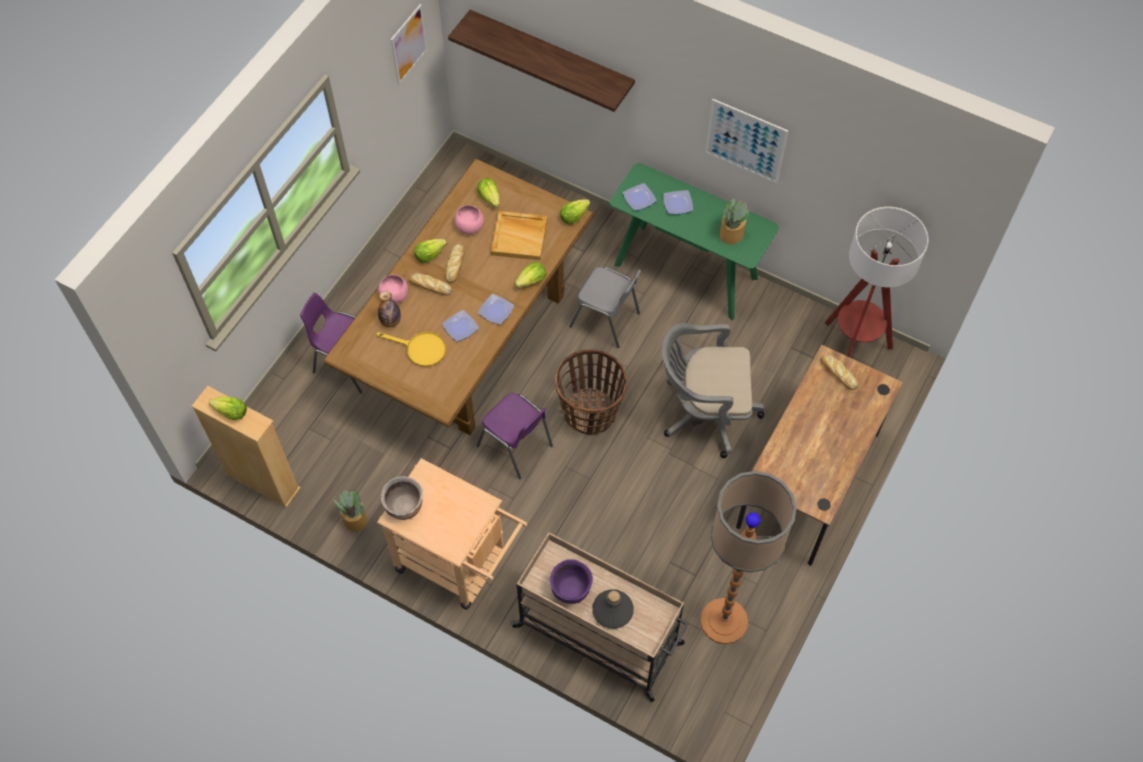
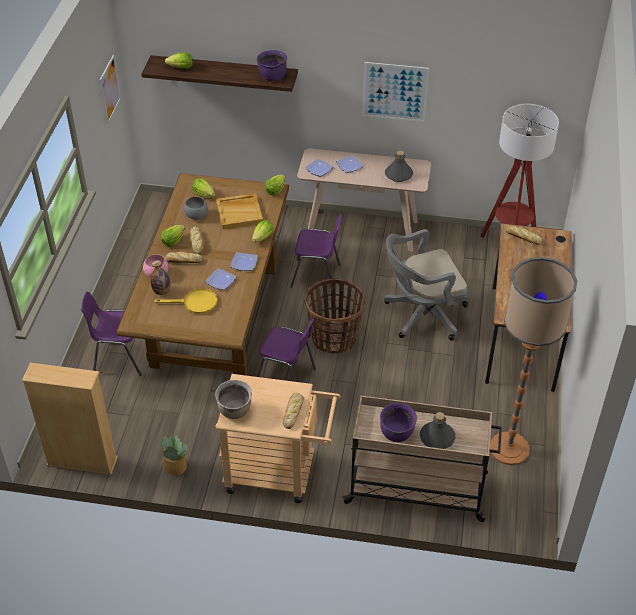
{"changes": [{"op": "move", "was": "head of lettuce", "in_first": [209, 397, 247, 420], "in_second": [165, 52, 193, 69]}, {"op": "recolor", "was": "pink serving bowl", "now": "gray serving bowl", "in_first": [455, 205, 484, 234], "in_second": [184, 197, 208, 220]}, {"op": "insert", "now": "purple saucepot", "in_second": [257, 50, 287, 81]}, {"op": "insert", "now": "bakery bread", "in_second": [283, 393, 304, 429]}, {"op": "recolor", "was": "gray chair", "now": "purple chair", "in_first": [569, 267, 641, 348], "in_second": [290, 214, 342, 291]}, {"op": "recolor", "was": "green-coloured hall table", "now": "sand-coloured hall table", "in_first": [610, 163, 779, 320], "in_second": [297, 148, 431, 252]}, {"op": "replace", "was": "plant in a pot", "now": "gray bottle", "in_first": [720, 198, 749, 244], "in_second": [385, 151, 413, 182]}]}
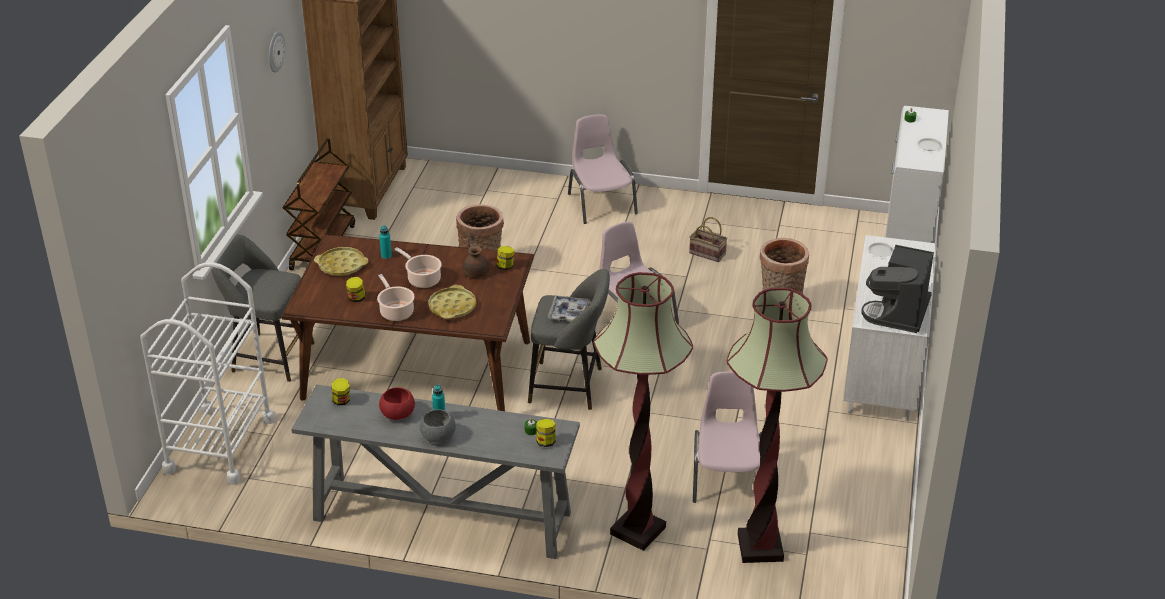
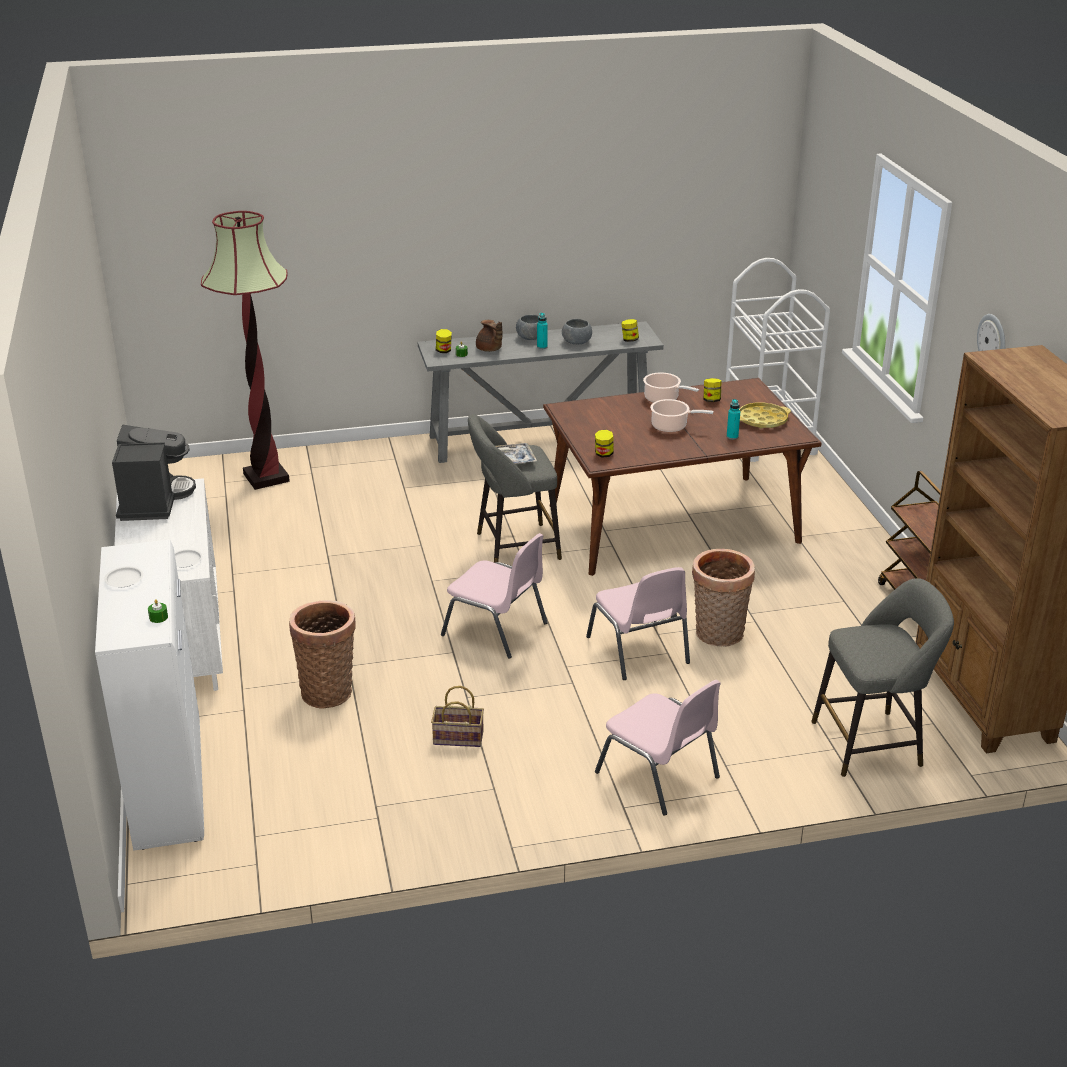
{"changes": [{"op": "move", "was": "brown-coloured pot for tea", "in_first": [463, 232, 489, 278], "in_second": [476, 320, 502, 352]}, {"op": "recolor", "was": "red-coloured serving bowl", "now": "gray serving bowl", "in_first": [379, 387, 415, 420], "in_second": [562, 319, 592, 344]}, {"op": "move", "was": "pink chair", "in_first": [693, 371, 762, 503], "in_second": [586, 567, 690, 680]}, {"op": "move", "was": "gray stool", "in_first": [211, 235, 314, 382], "in_second": [811, 578, 954, 777]}, {"op": "delete", "was": "yellow carrying tray", "in_first": [428, 285, 476, 319]}, {"op": "delete", "was": "standard lamp", "in_first": [593, 272, 693, 551]}]}
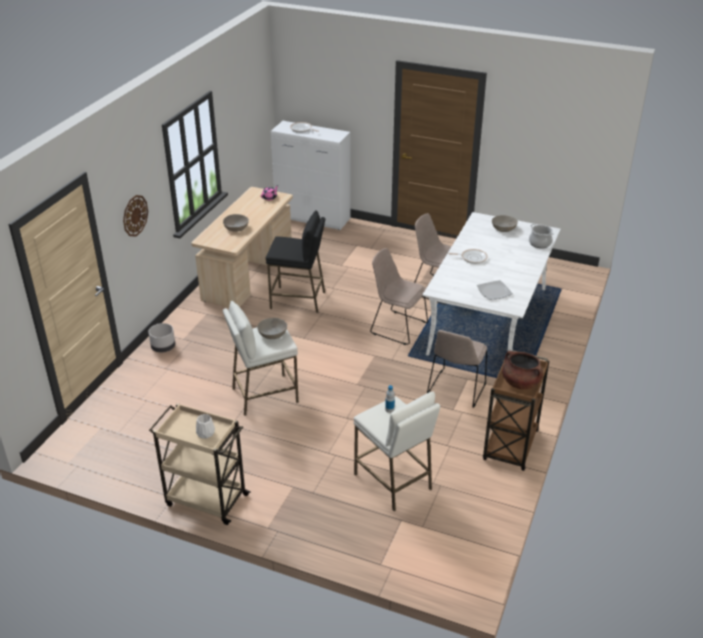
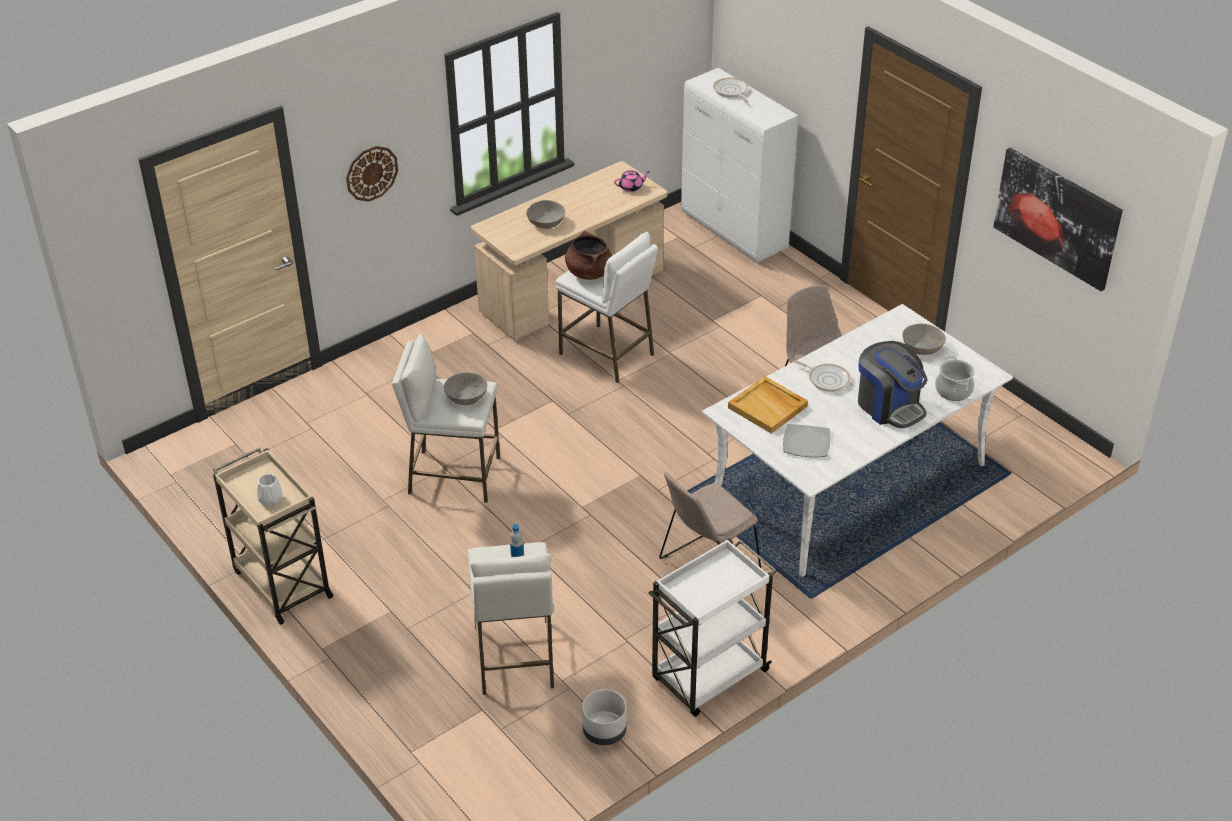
{"changes": [{"op": "recolor", "was": "black stool", "now": "white stool", "in_first": [266, 210, 325, 313], "in_second": [556, 232, 658, 383]}, {"op": "move", "was": "brown-coloured saucepot", "in_first": [502, 351, 543, 389], "in_second": [565, 231, 612, 280]}, {"op": "move", "was": "gray flower pot", "in_first": [148, 323, 175, 352], "in_second": [582, 689, 627, 745]}, {"op": "recolor", "was": "brown-coloured wheeled cart", "now": "white wheeled cart", "in_first": [483, 350, 549, 471], "in_second": [649, 538, 777, 717]}, {"op": "insert", "now": "sand-coloured carrying tray", "in_second": [728, 376, 808, 434]}, {"op": "insert", "now": "coffee brewer", "in_second": [858, 341, 928, 429]}, {"op": "insert", "now": "picture", "in_second": [993, 148, 1123, 291]}, {"op": "delete", "was": "sand-coloured chair", "in_first": [370, 248, 428, 345]}]}
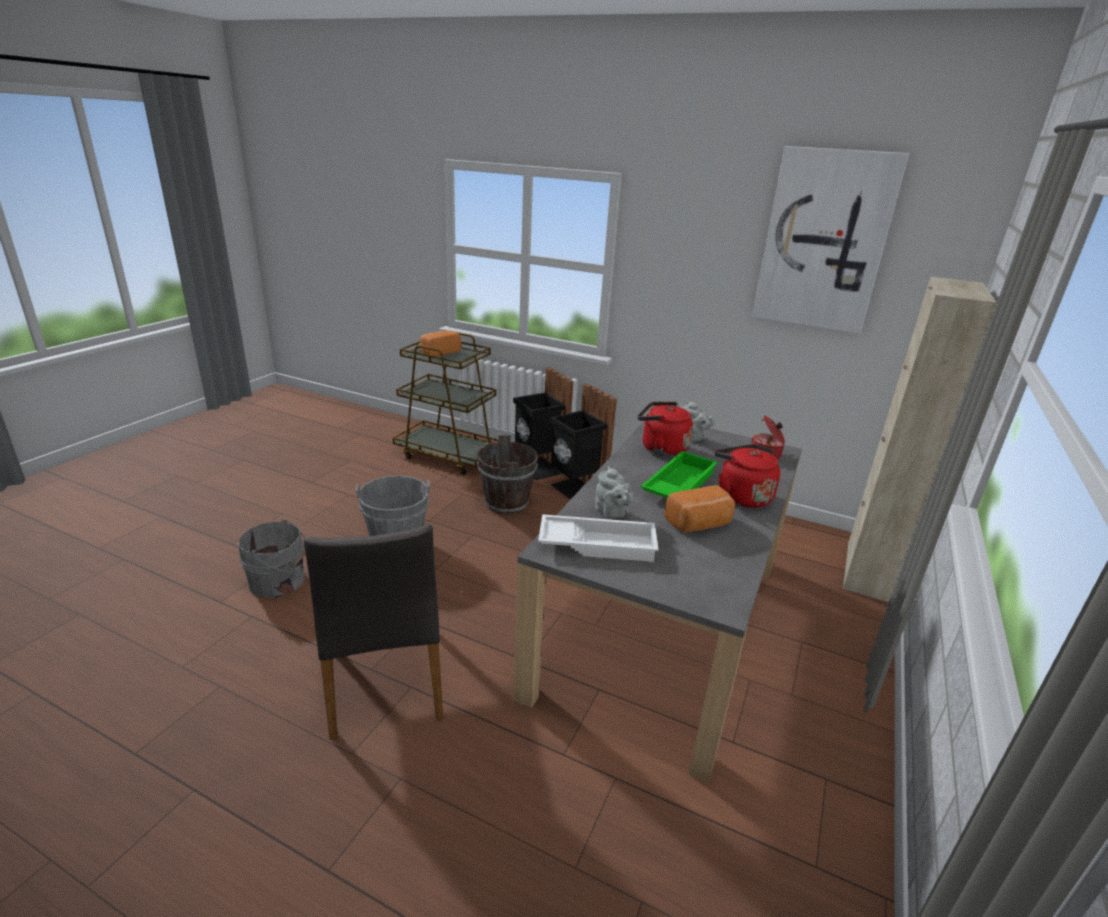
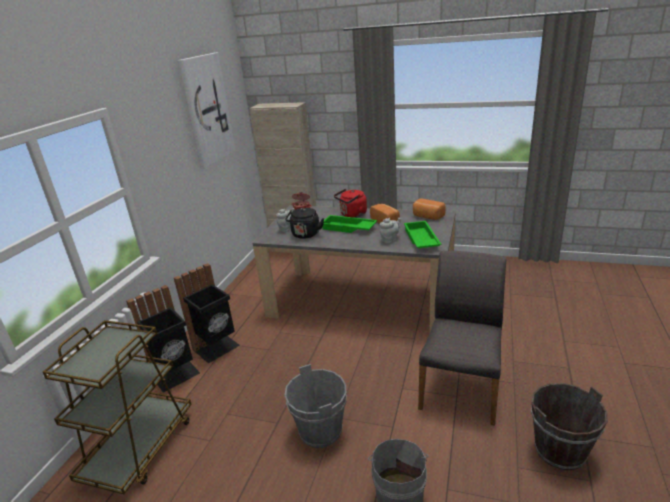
{"changes": [{"op": "recolor", "was": "red-coloured kettle", "now": "black kettle", "in_first": [638, 402, 693, 456], "in_second": [285, 208, 324, 239]}, {"op": "recolor", "was": "white carrying tray", "now": "green-coloured carrying tray", "in_first": [538, 514, 658, 562], "in_second": [404, 221, 441, 248]}, {"op": "move", "was": "bakery bread", "in_first": [420, 330, 461, 356], "in_second": [413, 198, 446, 220]}, {"op": "rotate", "was": "gray chair", "in_first": [304, 524, 443, 740], "in_second": [418, 251, 506, 426], "clockwise": -45}, {"op": "move", "was": "brown-coloured pail", "in_first": [477, 435, 538, 514], "in_second": [531, 383, 608, 470]}]}
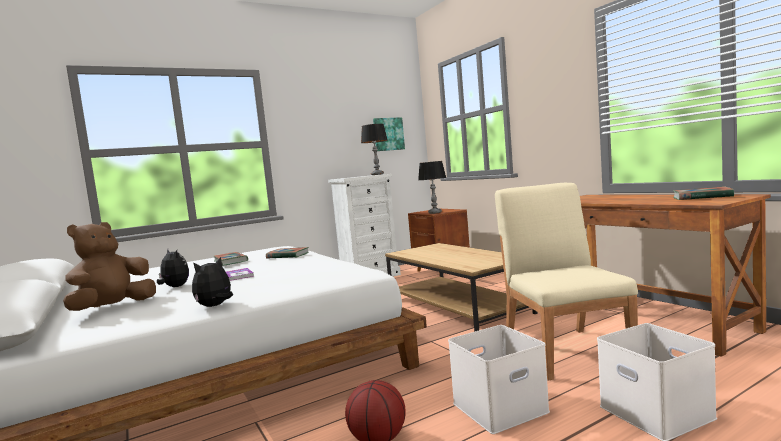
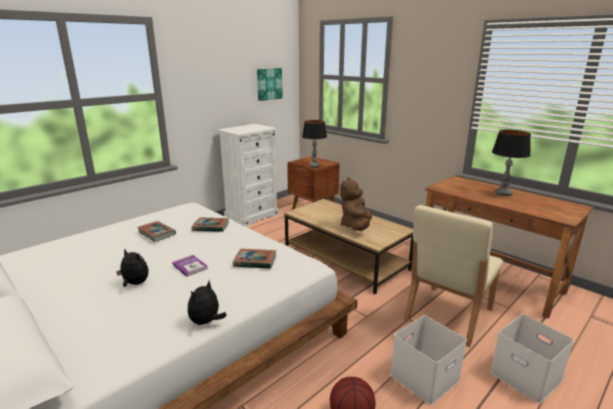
{"changes": [{"op": "move", "was": "volume", "in_first": [673, 186, 734, 200], "in_second": [233, 249, 276, 269]}, {"op": "move", "was": "brown-coloured plush toy", "in_first": [63, 222, 156, 311], "in_second": [340, 177, 372, 231]}, {"op": "rotate", "was": "sand-coloured chair", "in_first": [495, 183, 638, 381], "in_second": [404, 205, 503, 347], "clockwise": -120}, {"op": "move", "was": "lamp for a table", "in_first": [361, 124, 388, 175], "in_second": [492, 130, 531, 196]}]}
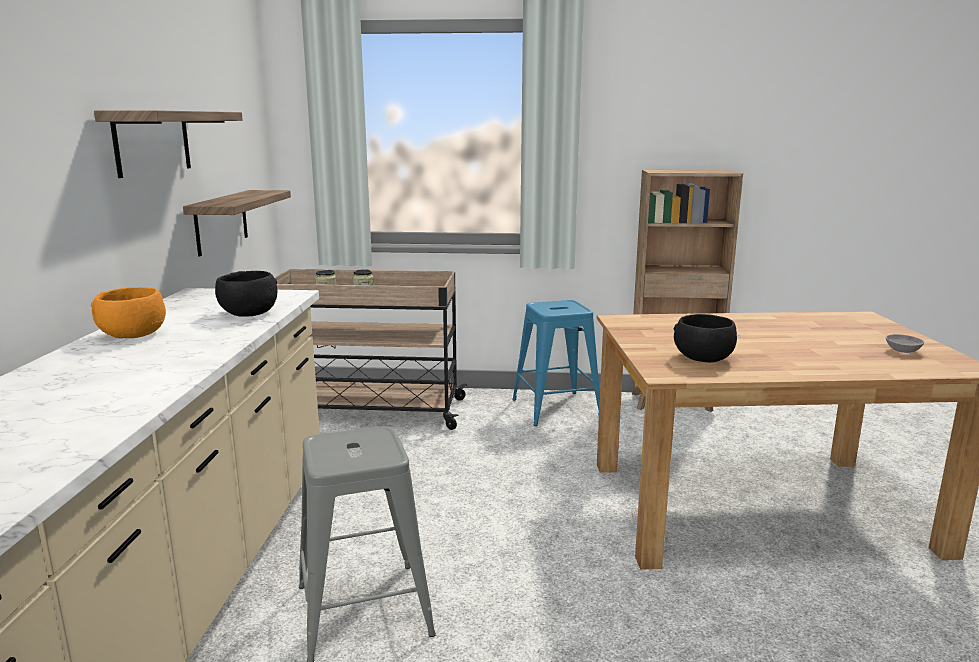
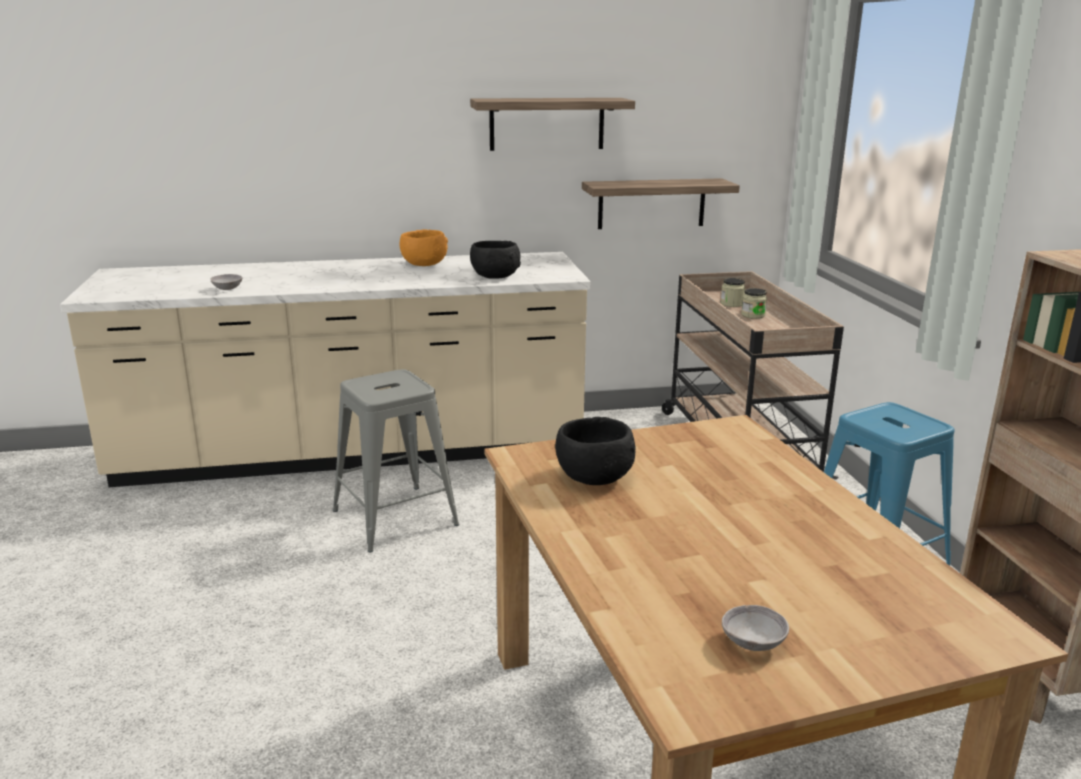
{"changes": [{"op": "insert", "now": "gray serving bowl", "in_second": [210, 274, 243, 290]}]}
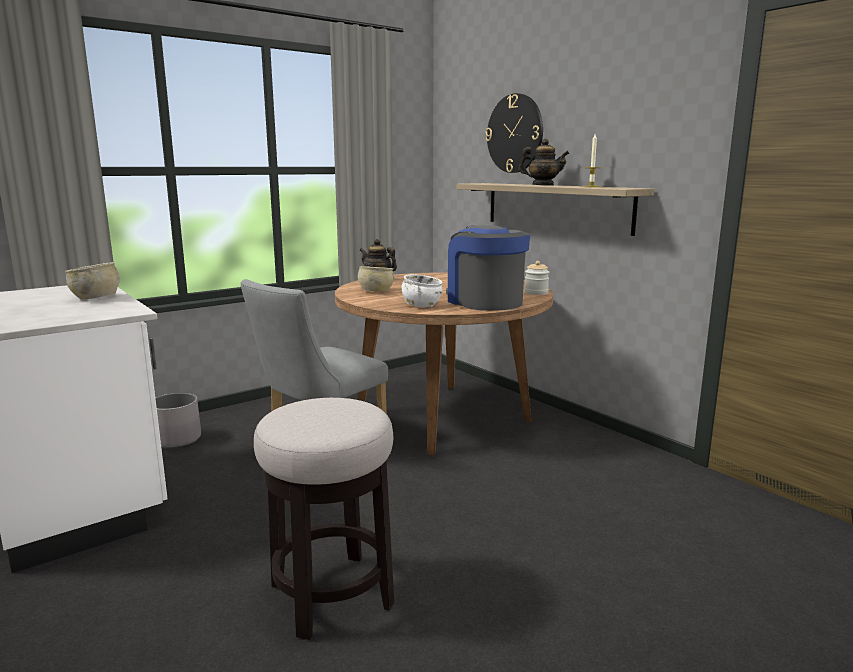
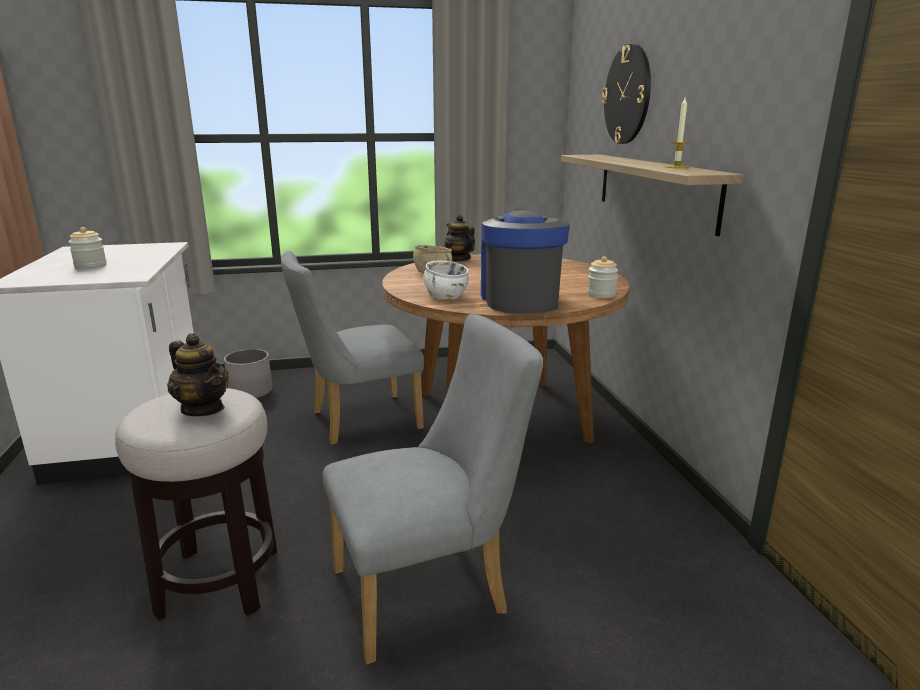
{"changes": [{"op": "insert", "now": "jar", "in_second": [69, 227, 107, 270]}, {"op": "move", "was": "pot for tea", "in_first": [519, 139, 570, 185], "in_second": [167, 333, 229, 416]}, {"op": "insert", "now": "gray chair", "in_second": [323, 314, 543, 664]}, {"op": "delete", "was": "sand-coloured serving bowl", "in_first": [65, 262, 120, 299]}]}
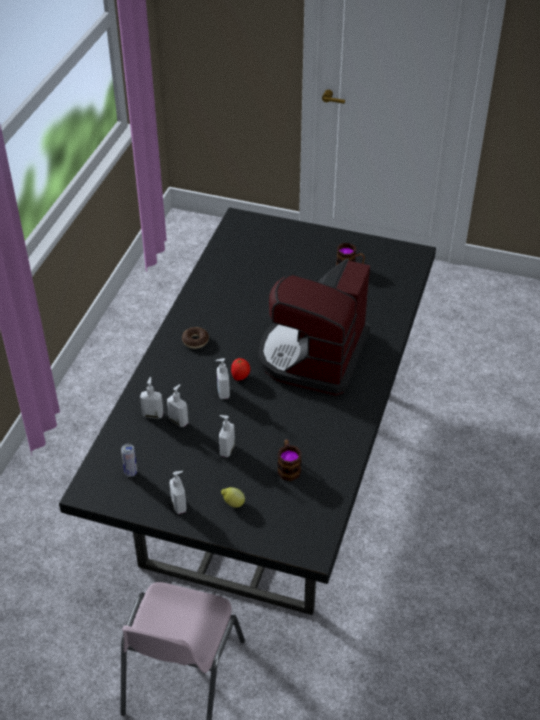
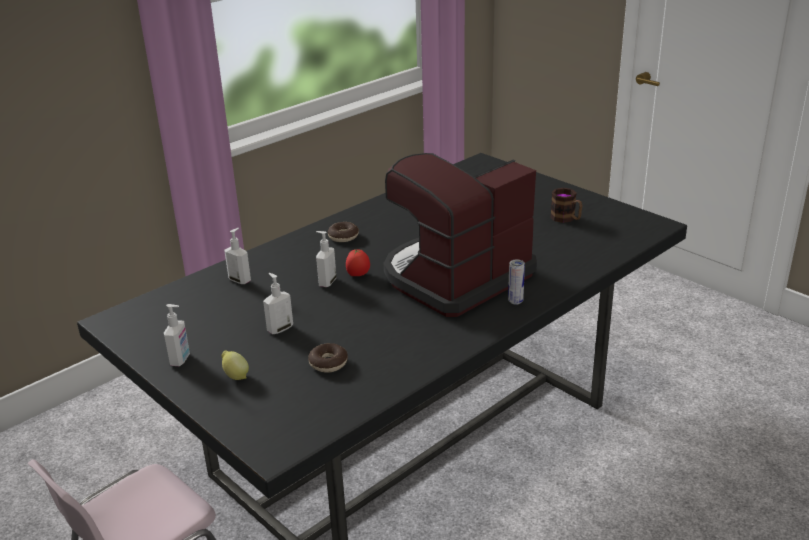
{"changes": [{"op": "replace", "was": "mug", "now": "ring doughnut", "in_first": [277, 439, 302, 481], "in_second": [308, 343, 348, 373]}, {"op": "move", "was": "metal can", "in_first": [121, 444, 137, 477], "in_second": [508, 259, 525, 305]}, {"op": "delete", "was": "liquid soap bottle", "in_first": [167, 384, 188, 427]}]}
